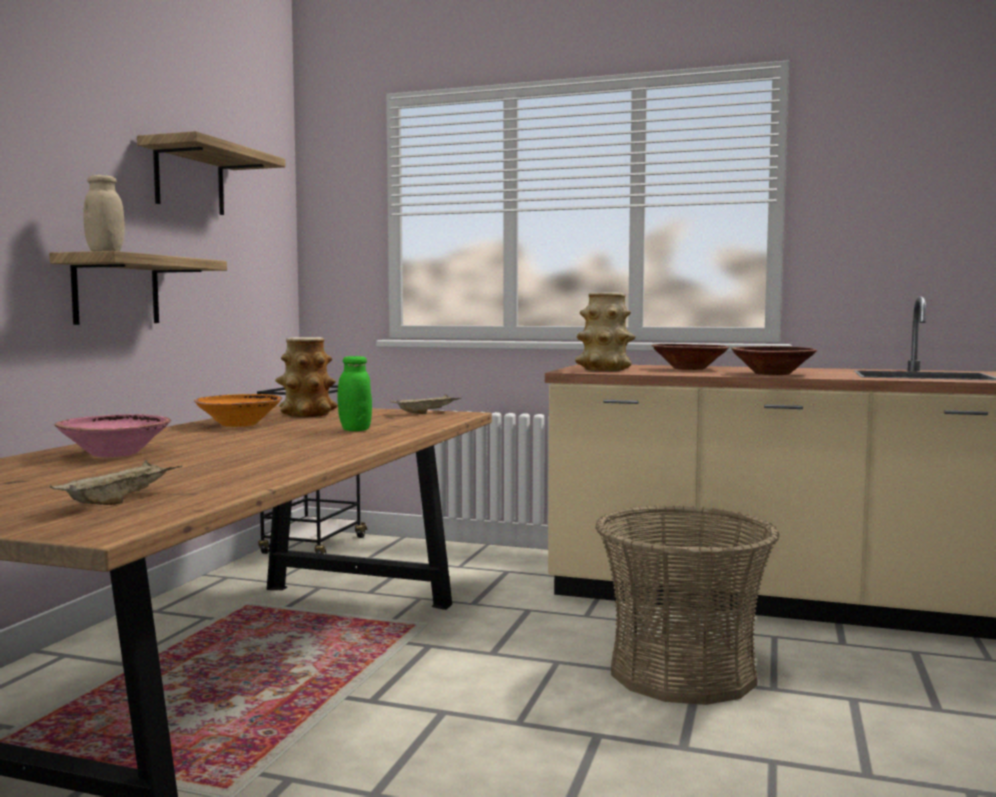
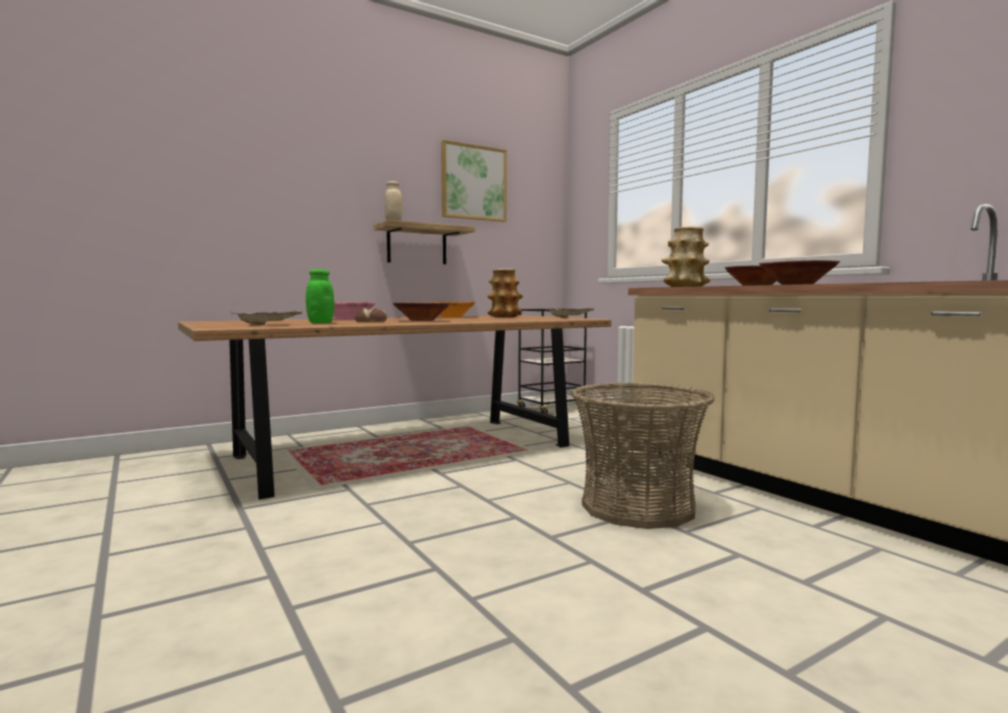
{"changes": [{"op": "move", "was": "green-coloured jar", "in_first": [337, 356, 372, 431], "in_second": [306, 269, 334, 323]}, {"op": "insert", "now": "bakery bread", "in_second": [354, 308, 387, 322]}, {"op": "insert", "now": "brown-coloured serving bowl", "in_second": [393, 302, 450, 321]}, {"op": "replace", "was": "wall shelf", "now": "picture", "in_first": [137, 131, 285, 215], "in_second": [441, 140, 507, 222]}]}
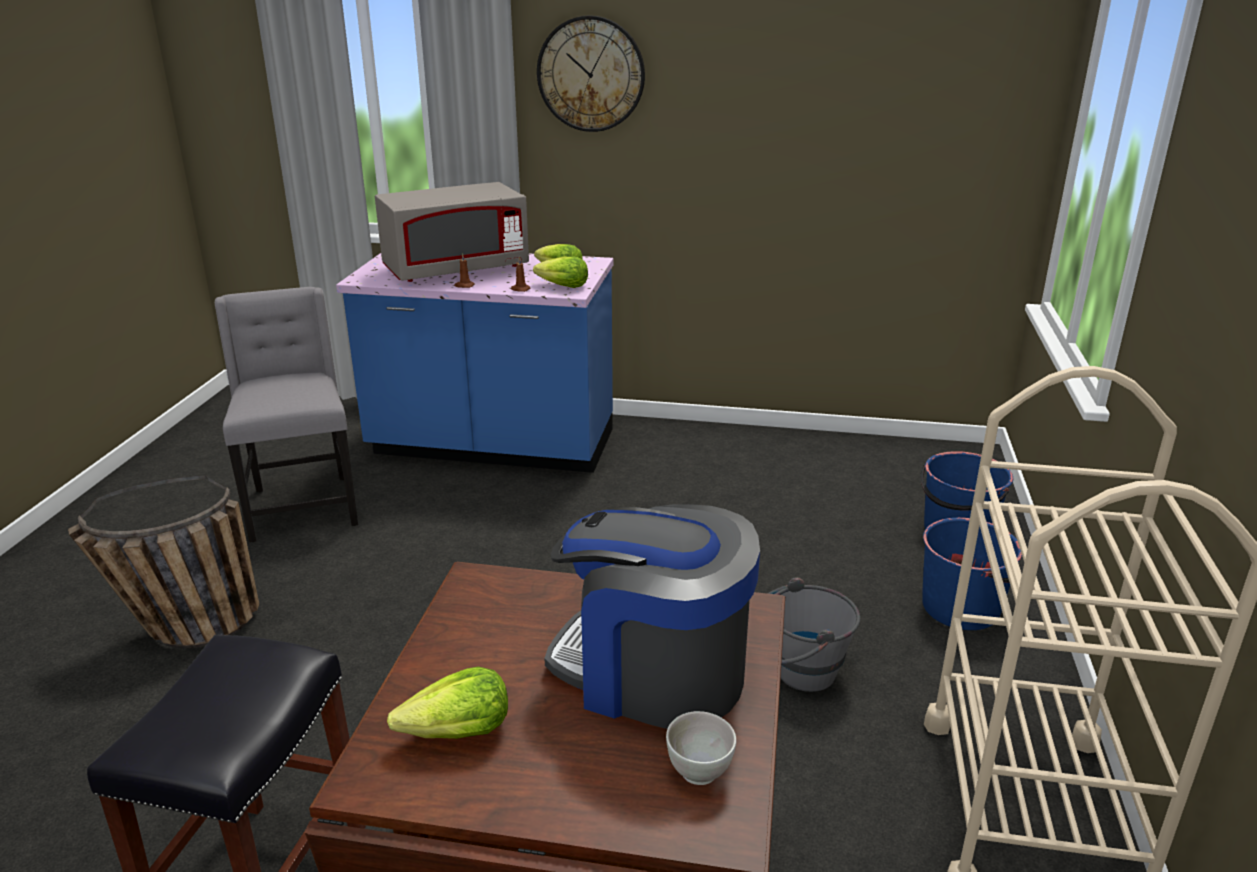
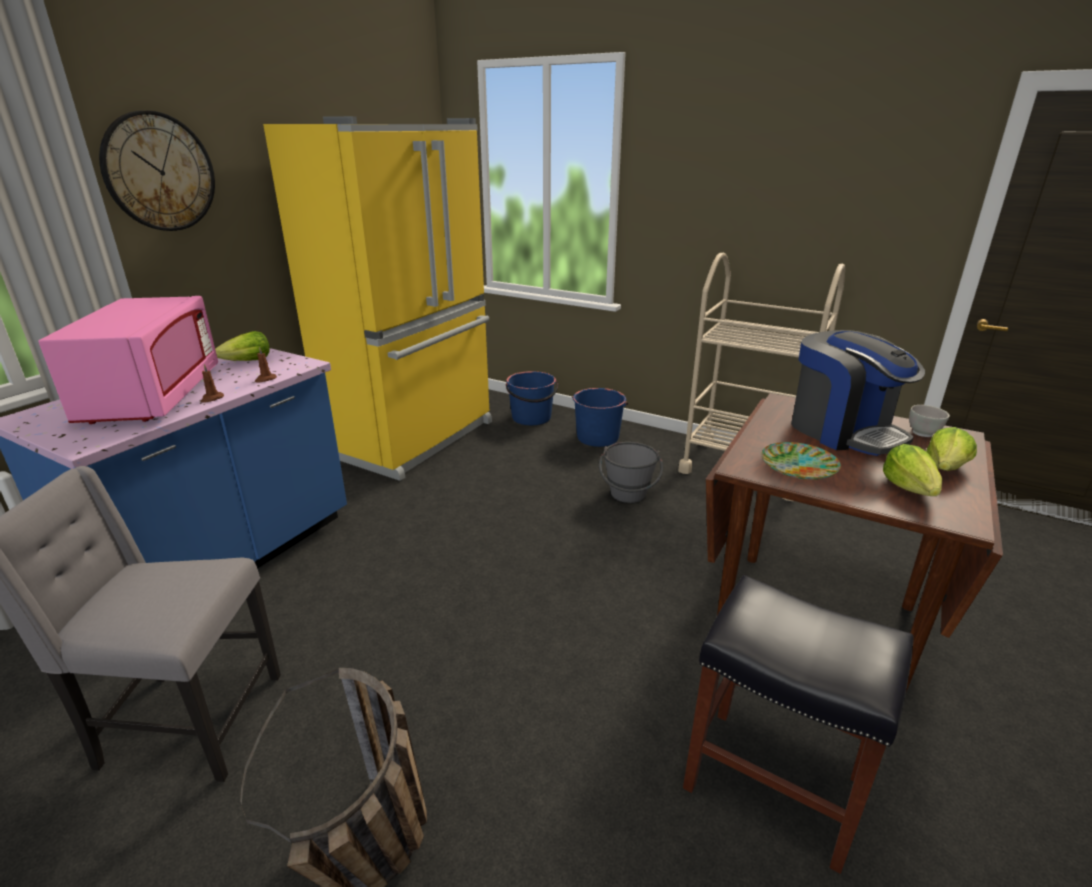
{"changes": [{"op": "recolor", "was": "gray microwave oven", "now": "pink microwave oven", "in_first": [375, 182, 529, 282], "in_second": [38, 296, 218, 424]}, {"op": "insert", "now": "yellow kitchen fridge", "in_second": [263, 116, 492, 481]}, {"op": "insert", "now": "plate", "in_second": [762, 442, 841, 480]}, {"op": "rotate", "was": "coffee brewer", "in_first": [544, 504, 760, 729], "in_second": [791, 330, 925, 456], "clockwise": -75}, {"op": "move", "was": "head of lettuce", "in_first": [533, 256, 588, 288], "in_second": [926, 427, 977, 471]}]}
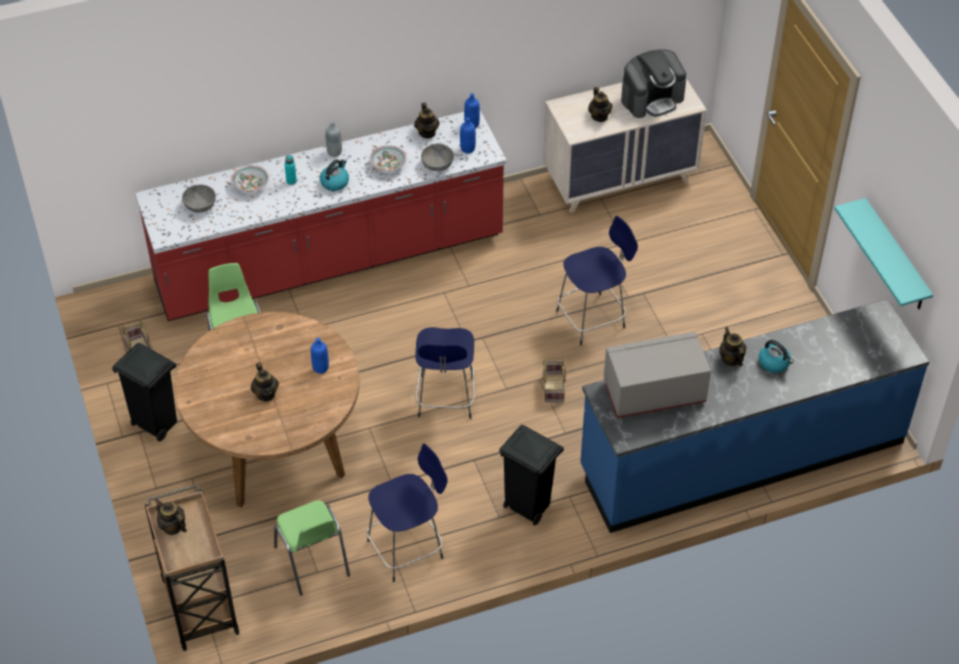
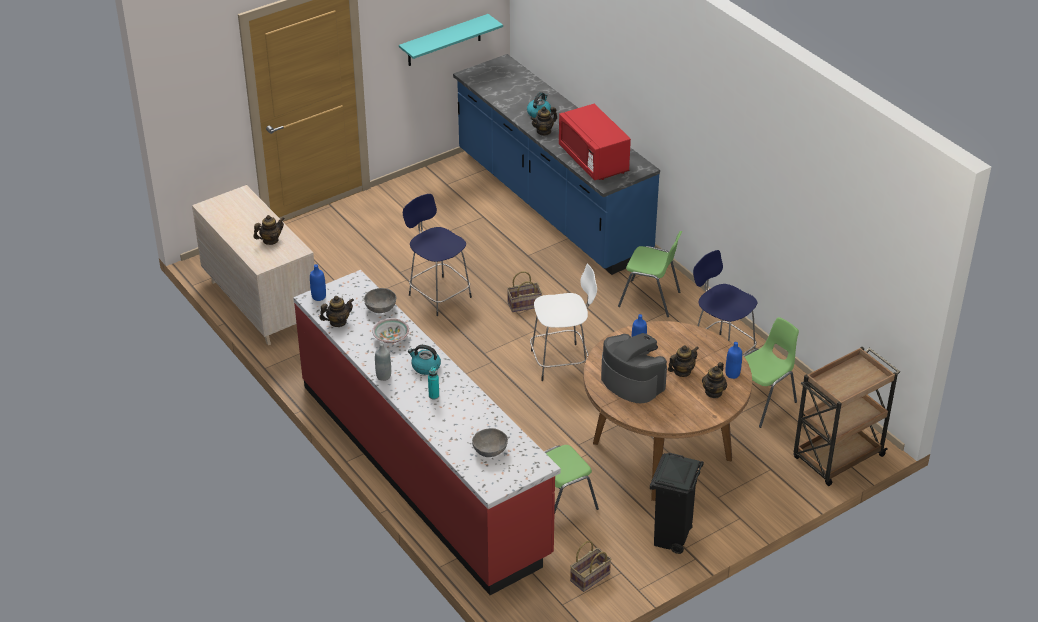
{"changes": [{"op": "recolor", "was": "blue stool", "now": "white stool", "in_first": [415, 327, 475, 419], "in_second": [530, 263, 597, 381]}, {"op": "recolor", "was": "gray microwave oven", "now": "red-coloured microwave oven", "in_first": [604, 332, 711, 418], "in_second": [559, 104, 631, 180]}, {"op": "move", "was": "coffee brewer", "in_first": [621, 50, 686, 118], "in_second": [601, 333, 667, 403]}, {"op": "replace", "was": "black waste bin", "now": "green-coloured chair", "in_first": [499, 424, 564, 525], "in_second": [618, 231, 682, 317]}, {"op": "move", "was": "pot for tea", "in_first": [154, 498, 187, 535], "in_second": [702, 362, 727, 398]}, {"op": "move", "was": "blue bottle", "in_first": [460, 117, 476, 154], "in_second": [726, 342, 742, 379]}, {"op": "delete", "was": "serving bowl", "in_first": [231, 165, 269, 192]}]}
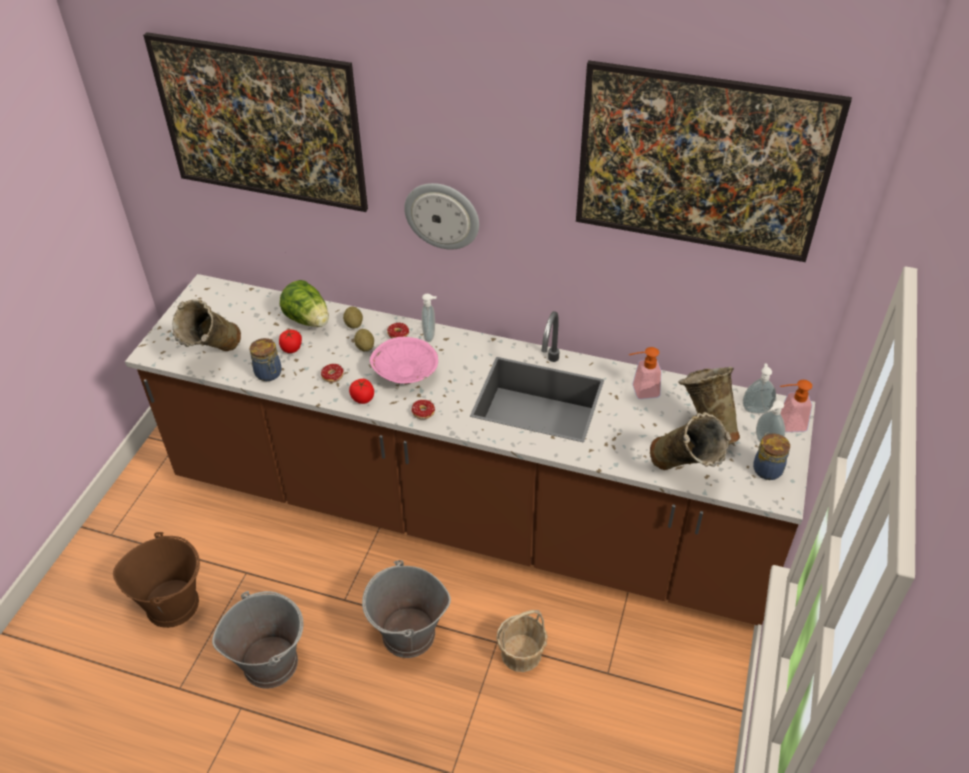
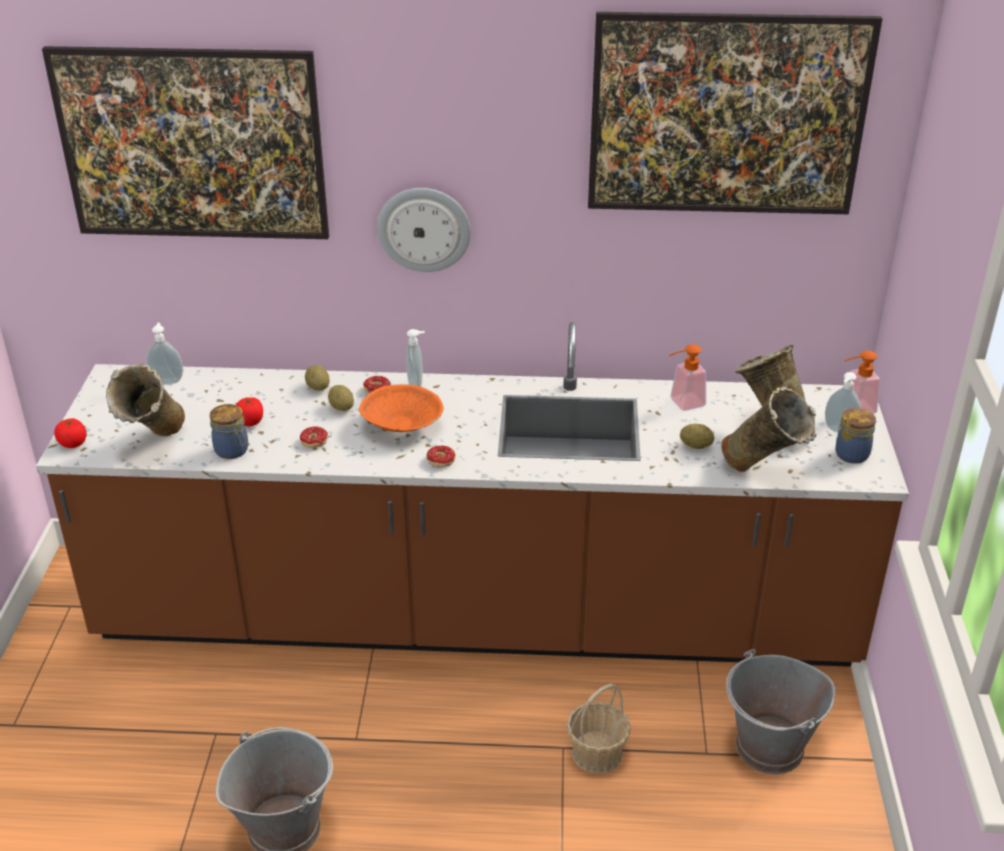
{"changes": [{"op": "move", "was": "fresh tomato", "in_first": [349, 379, 374, 404], "in_second": [54, 418, 87, 448]}, {"op": "move", "was": "liquid soap bottle", "in_first": [743, 363, 776, 414], "in_second": [146, 323, 183, 385]}, {"op": "recolor", "was": "pink serving bowl", "now": "orangey serving bowl", "in_first": [370, 337, 438, 384], "in_second": [359, 384, 443, 432]}, {"op": "insert", "now": "whole potato", "in_second": [680, 424, 714, 449]}, {"op": "move", "was": "gray pail", "in_first": [362, 560, 451, 658], "in_second": [726, 649, 835, 774]}, {"op": "delete", "was": "brown-coloured pail", "in_first": [113, 532, 200, 628]}, {"op": "delete", "was": "head of lettuce", "in_first": [280, 280, 329, 327]}]}
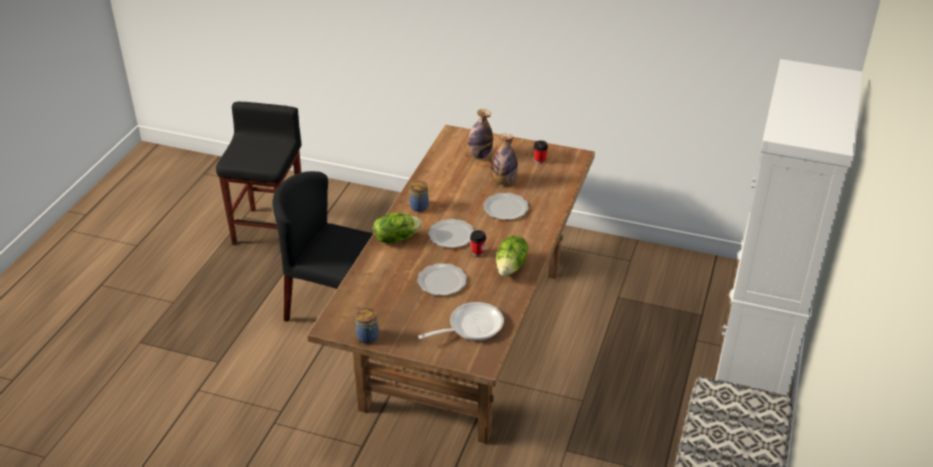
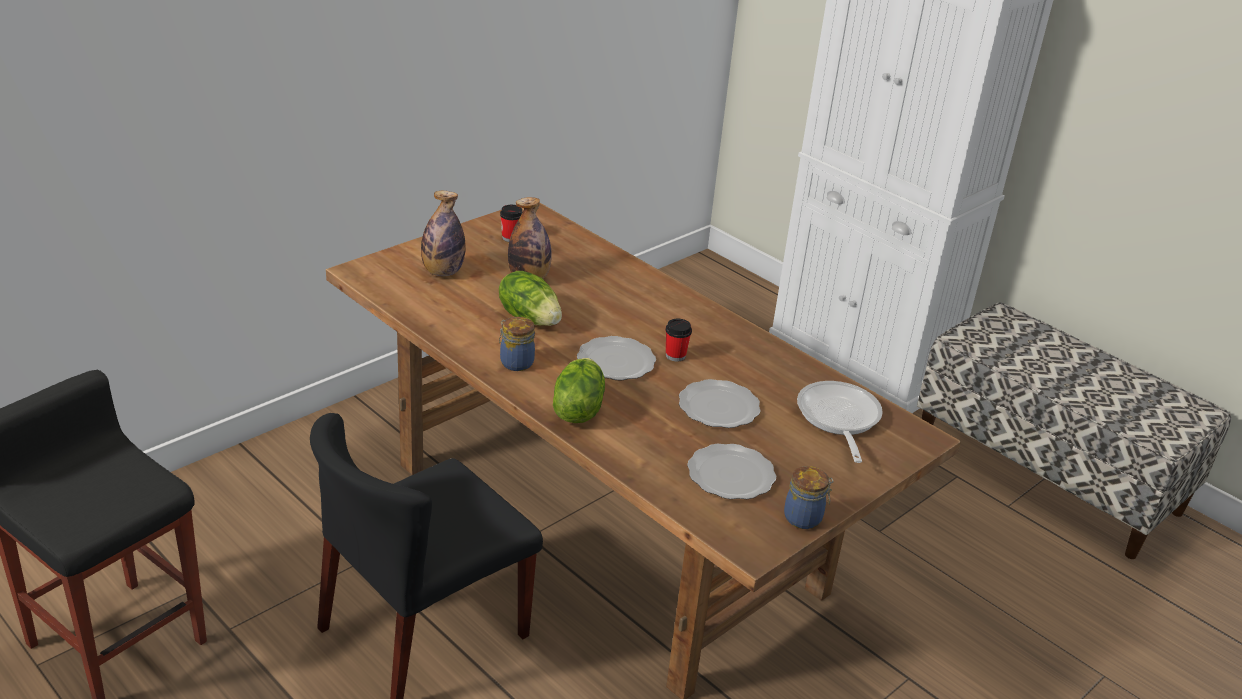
{"changes": [{"op": "move", "was": "head of lettuce", "in_first": [496, 235, 529, 276], "in_second": [499, 271, 562, 326]}, {"op": "move", "was": "plate", "in_first": [483, 193, 529, 220], "in_second": [687, 444, 776, 499]}]}
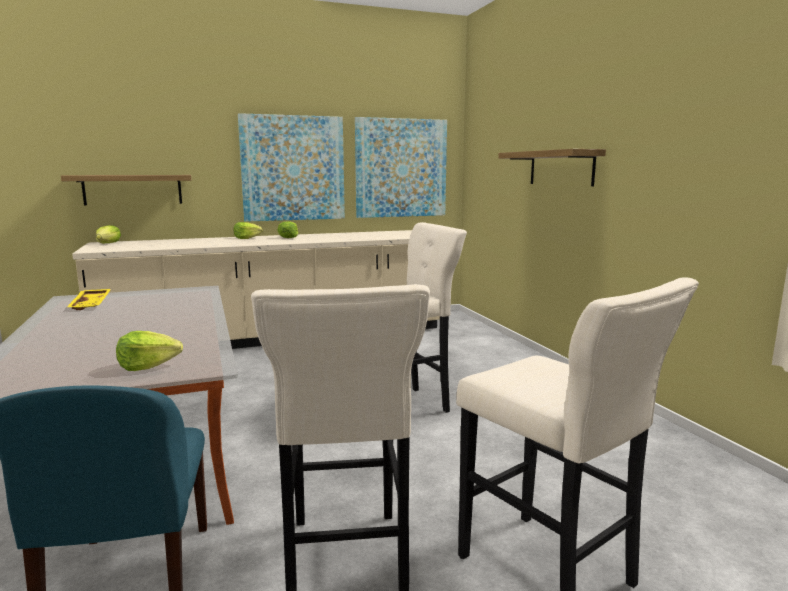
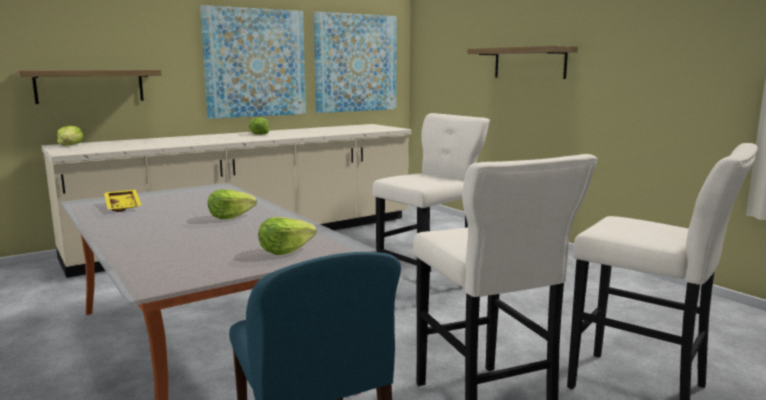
{"changes": [{"op": "move", "was": "head of lettuce", "in_first": [234, 222, 263, 239], "in_second": [208, 189, 257, 219]}]}
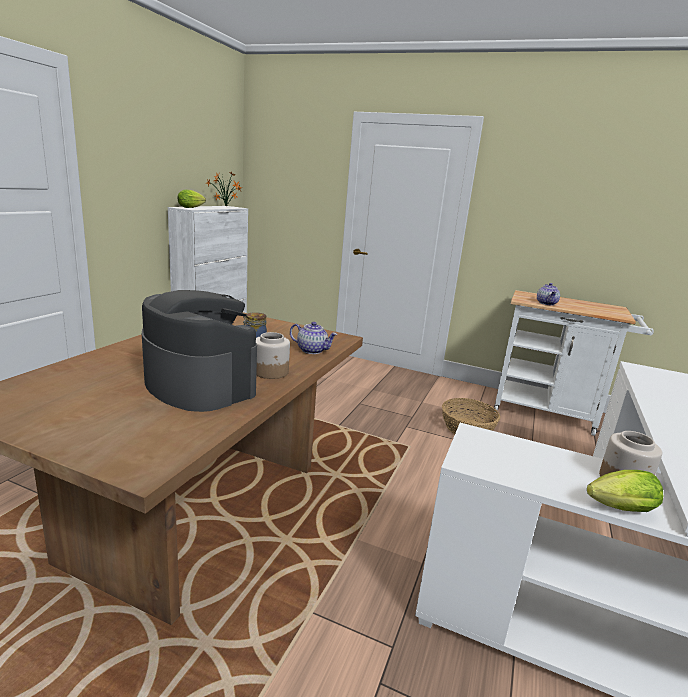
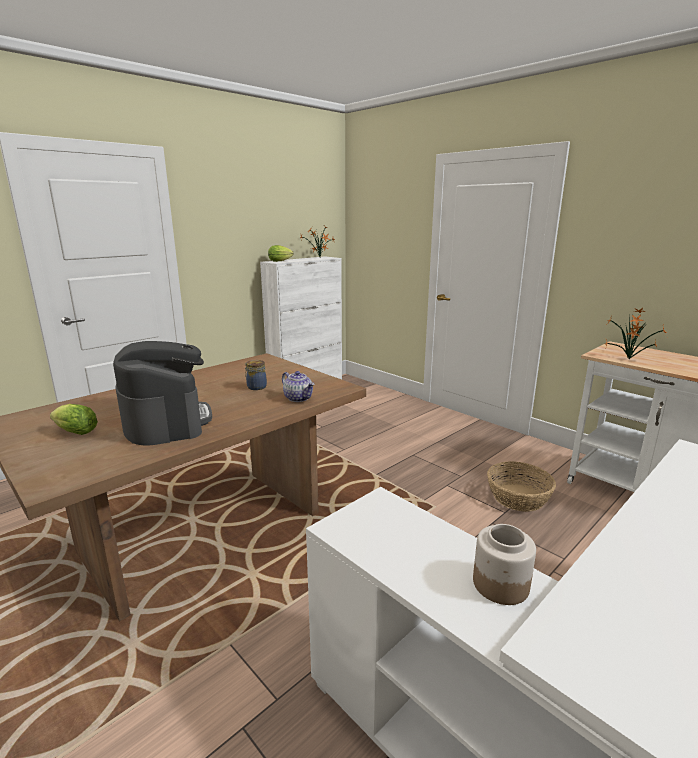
{"changes": [{"op": "move", "was": "head of lettuce", "in_first": [587, 470, 663, 512], "in_second": [50, 404, 98, 435]}, {"op": "replace", "was": "pot for tea", "now": "plant in a pot", "in_first": [537, 283, 560, 305], "in_second": [605, 308, 667, 359]}, {"op": "delete", "was": "jar", "in_first": [256, 332, 290, 379]}]}
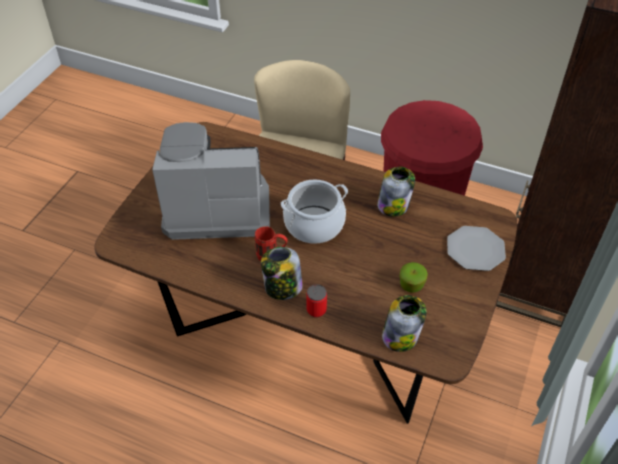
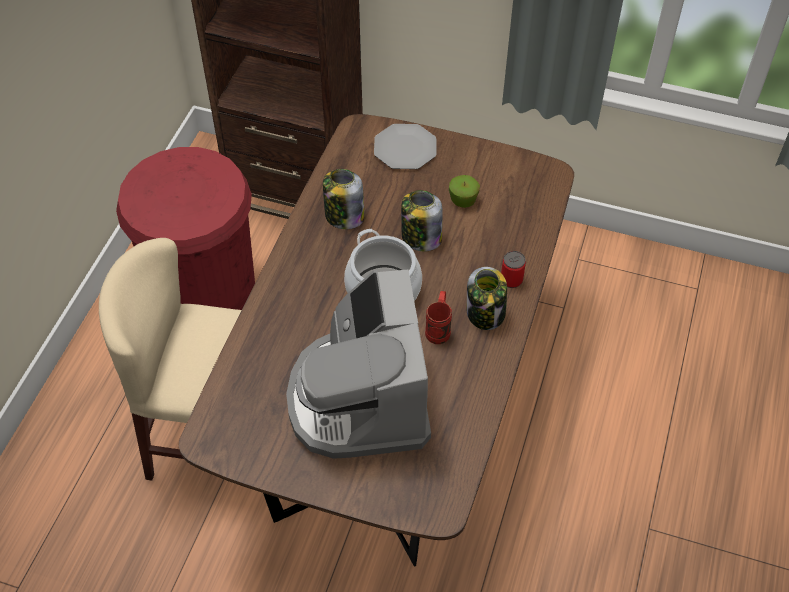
{"changes": [{"op": "move", "was": "jar", "in_first": [382, 295, 427, 352], "in_second": [401, 190, 443, 252]}]}
